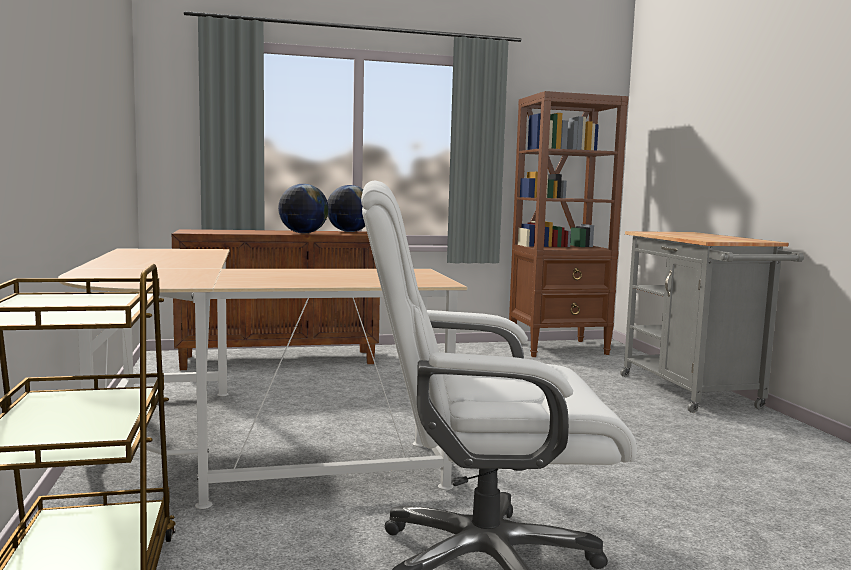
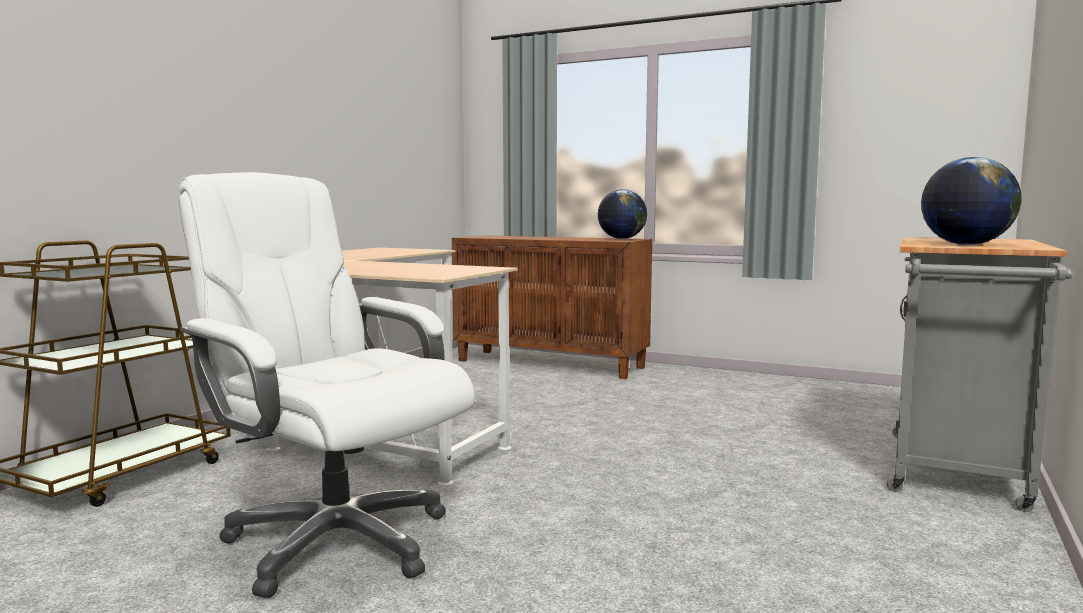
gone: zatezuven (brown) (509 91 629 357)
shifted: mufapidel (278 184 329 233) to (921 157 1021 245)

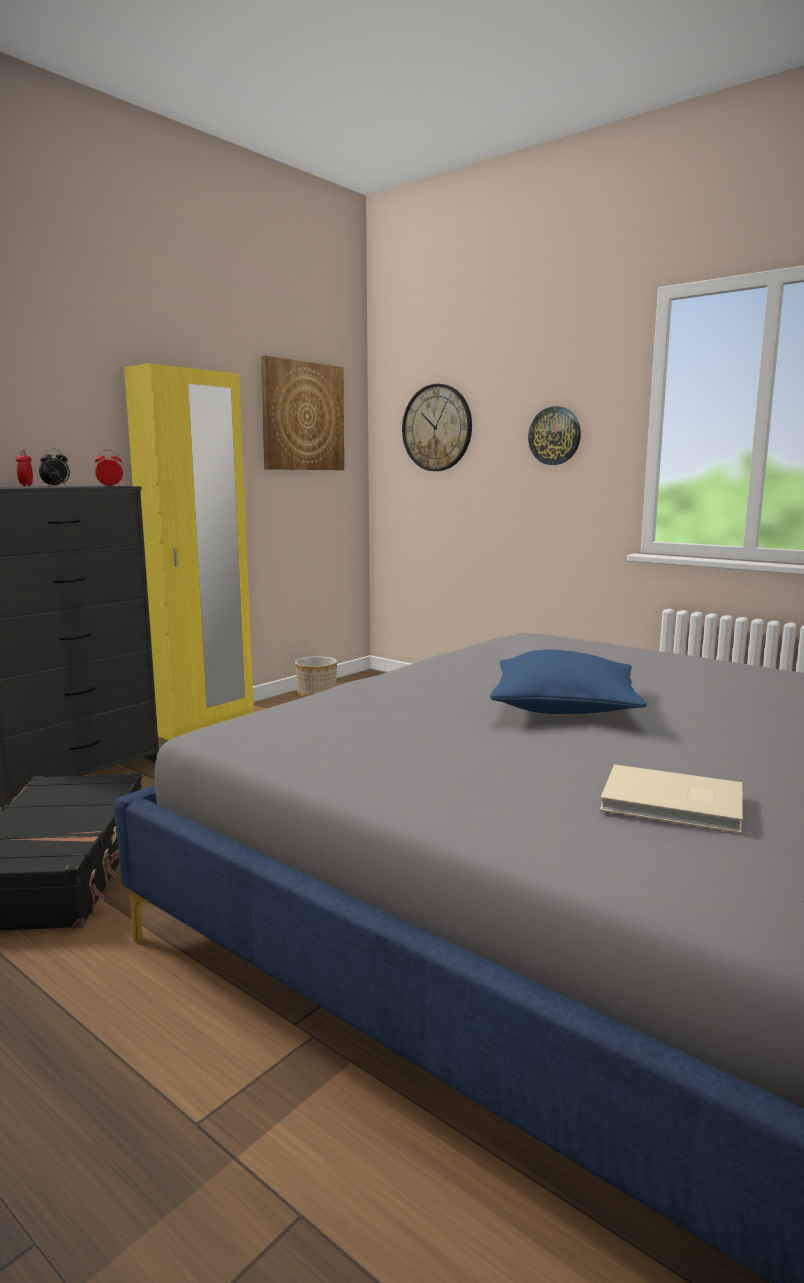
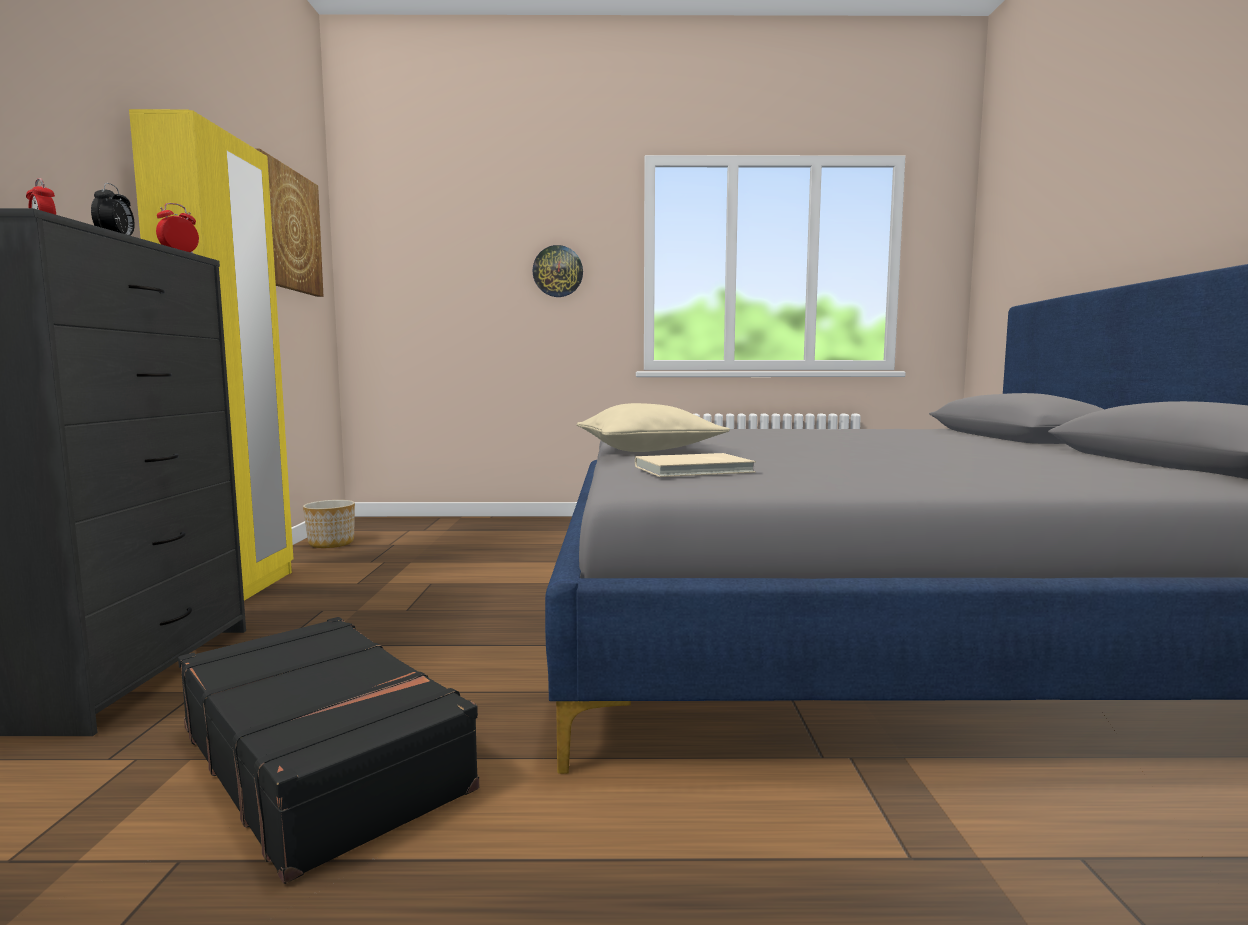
gone: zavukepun (402 384 472 471); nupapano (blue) (490 650 647 714)
new: nupapano (beige) (577 403 730 452)
shifted: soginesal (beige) (600 764 743 833) to (635 453 756 477)

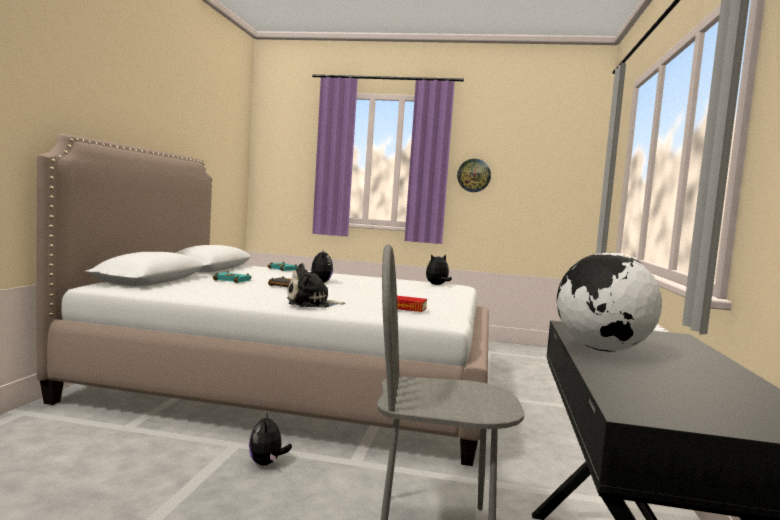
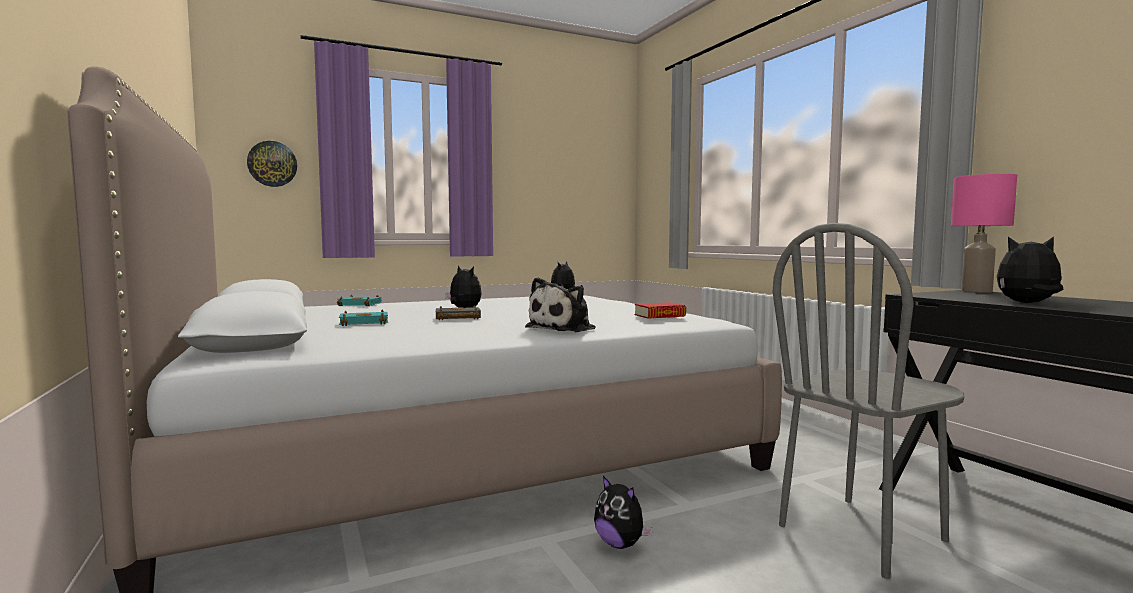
new: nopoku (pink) (951 174 1017 292)
shifted: zavukepun (457 159 491 192) to (247 141 297 187)
swapped: mufapidel (557 253 662 352) to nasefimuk (997 237 1064 303)

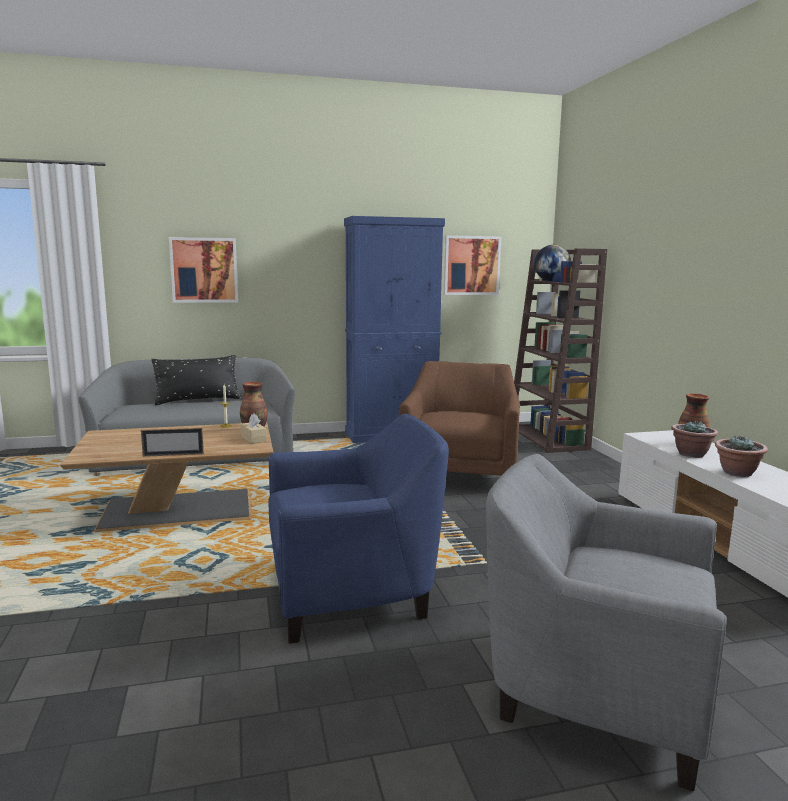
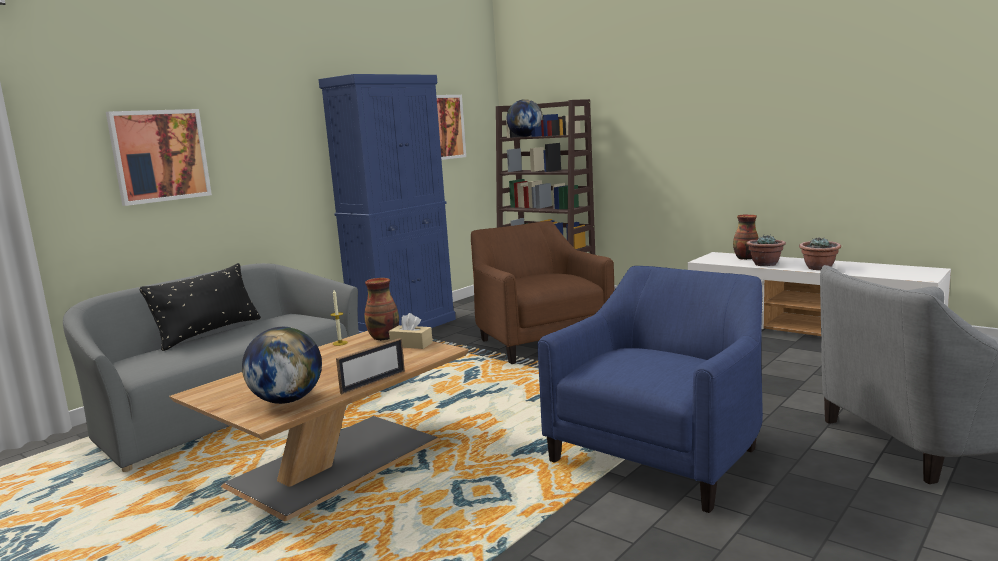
new: mufapidel (242 327 322 404)

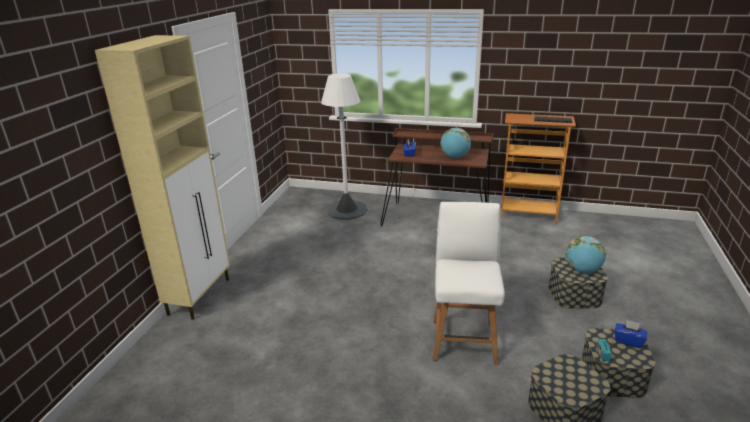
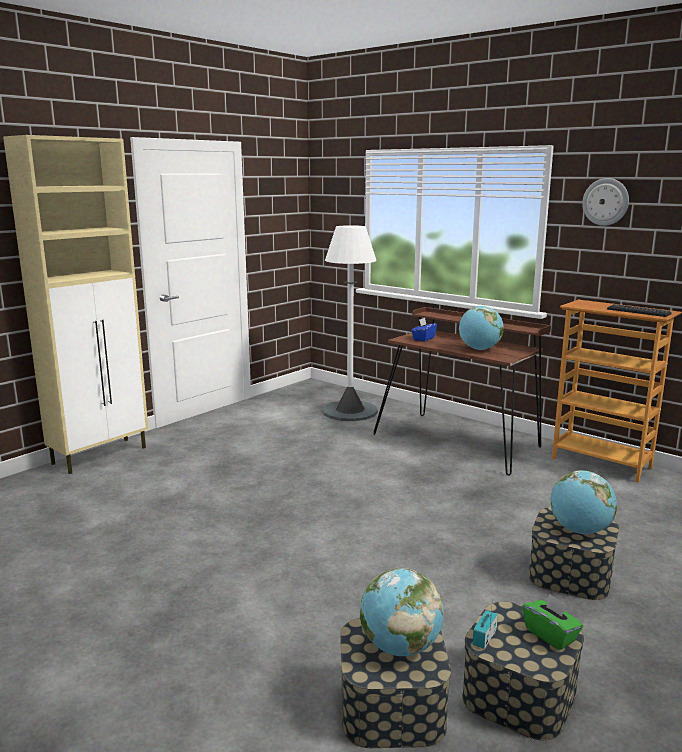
gone: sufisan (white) (433 202 505 365)
new: zavukepun (582 178 629 226); mufapidel (360 568 444 656)
repainted: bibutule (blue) (615 320 647 348) to bibutule (green) (523 593 583 650)

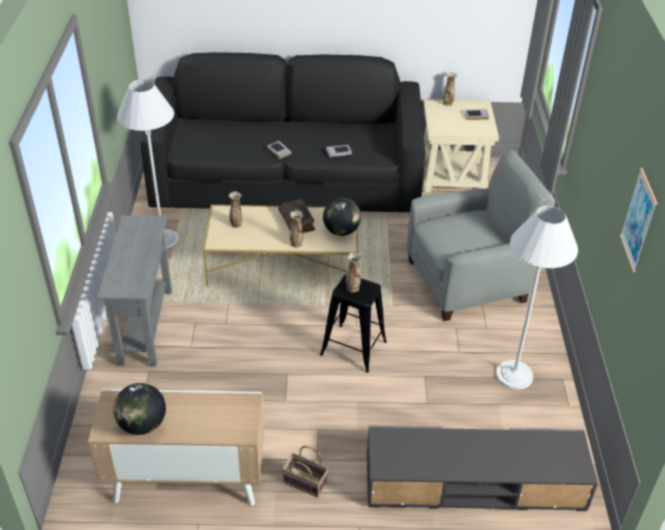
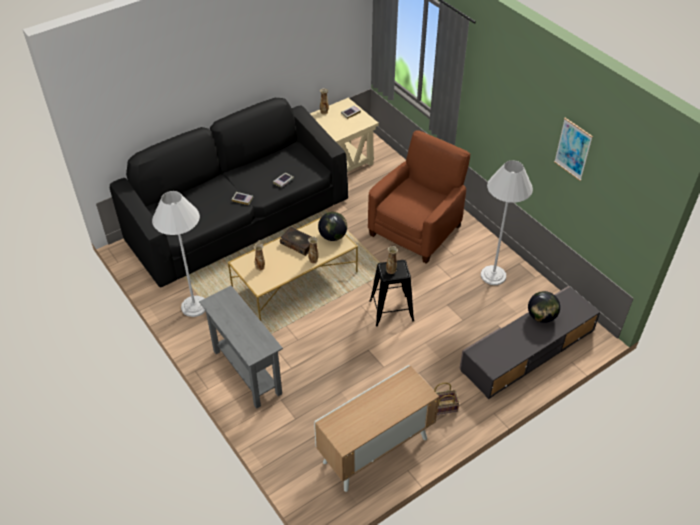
shifted: mufapidel (113 383 166 435) to (528 291 560 323)
repainted: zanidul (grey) (406 150 555 321) to zanidul (brown) (368 130 470 264)

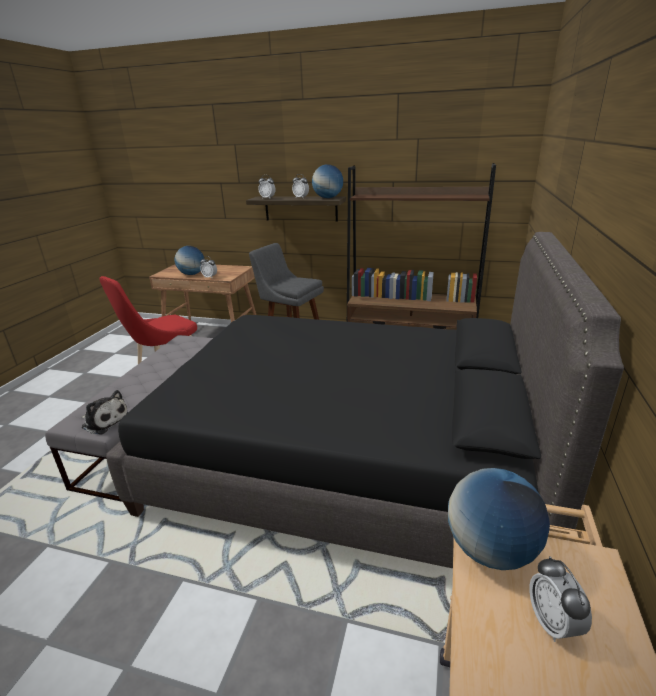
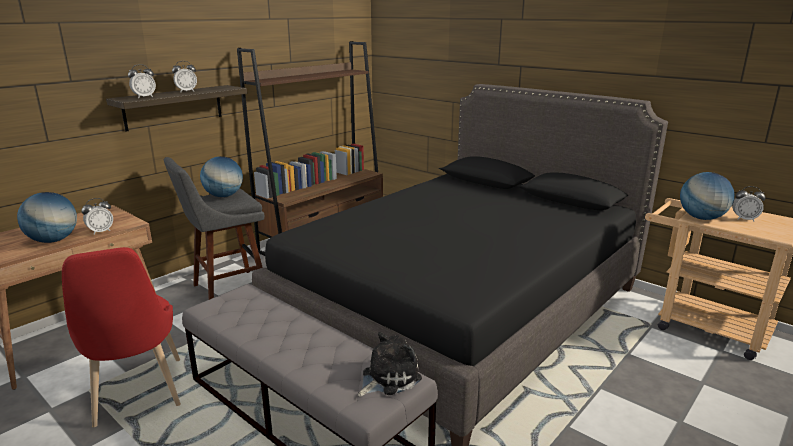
shifted: mufapidel (312 164 343 198) to (200 156 243 197)

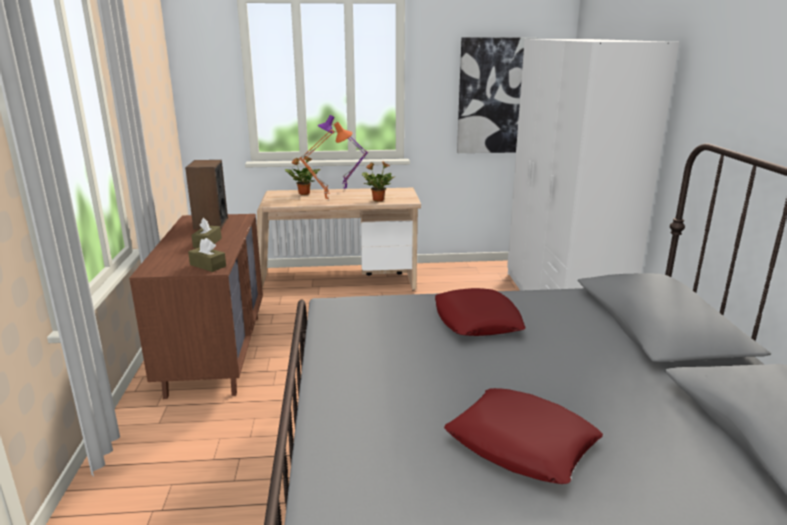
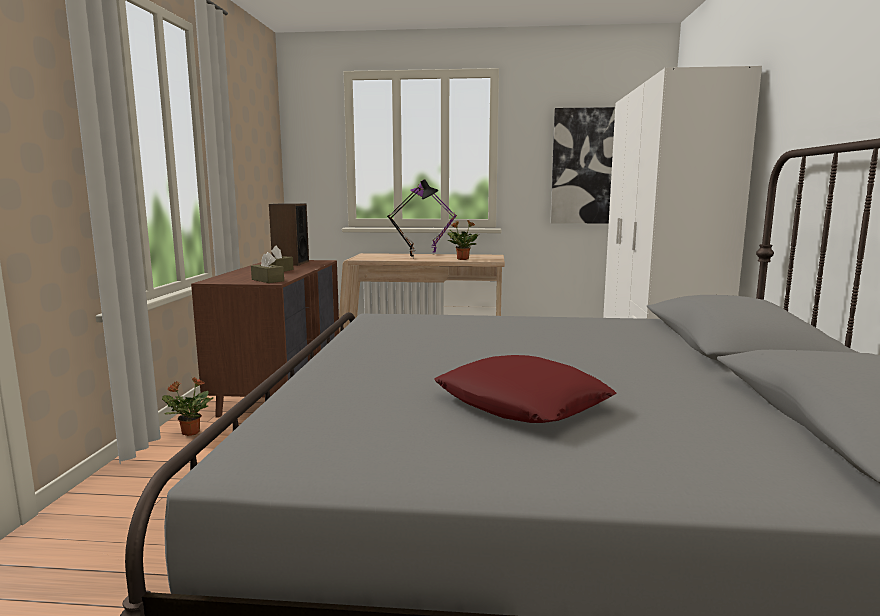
gone: nupapano (red) (435 288 526 336)
shifted: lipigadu (285 156 320 195) to (162 377 214 436)
repainted: nopoku (orange) (299 122 352 201) to nopoku (black) (387 179 438 257)

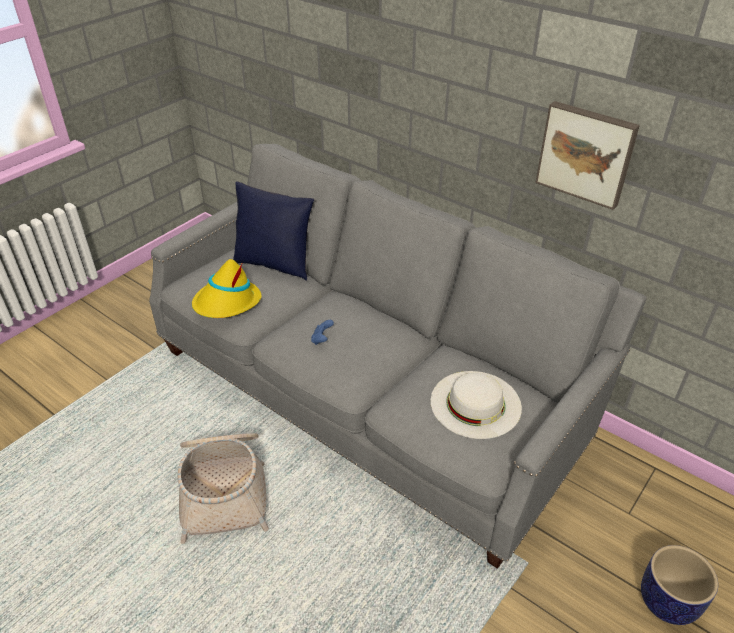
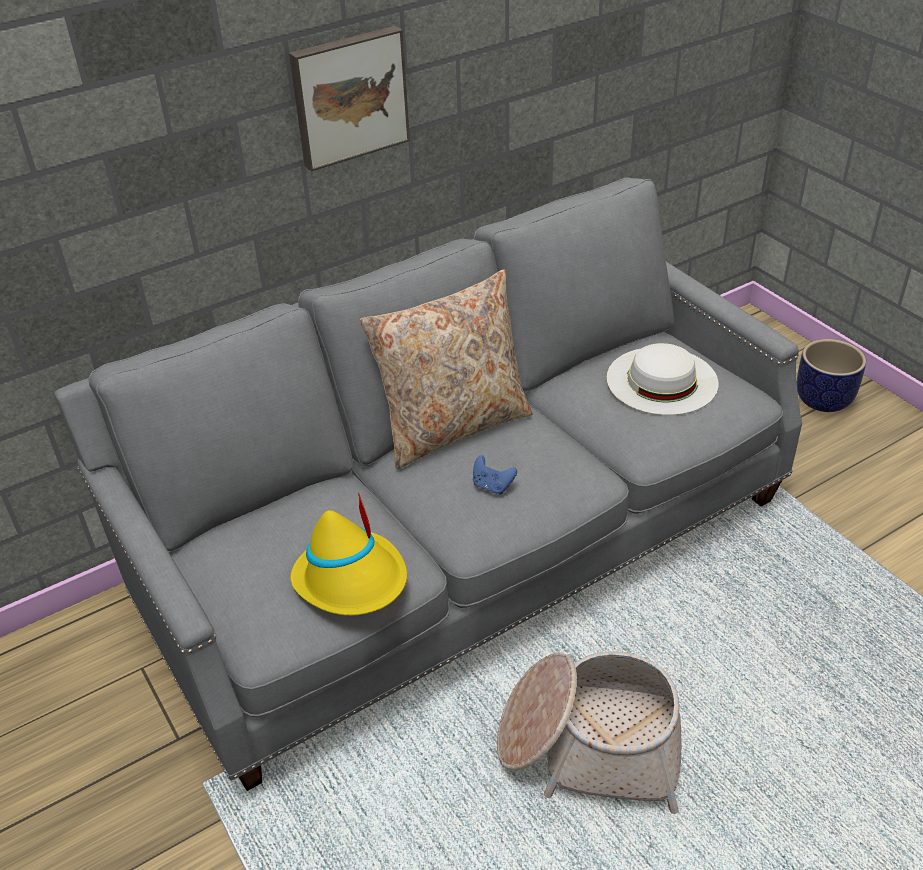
gone: nupapano (blue) (233 181 314 281)
new: nupapano (beige) (360 270 533 469)
shifted: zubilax (535 101 640 210) to (289 26 410 171)

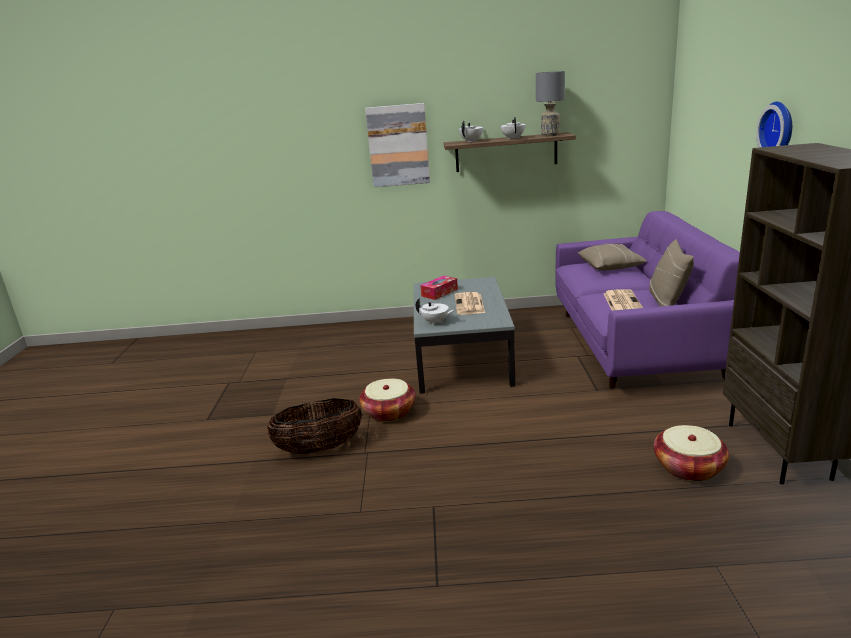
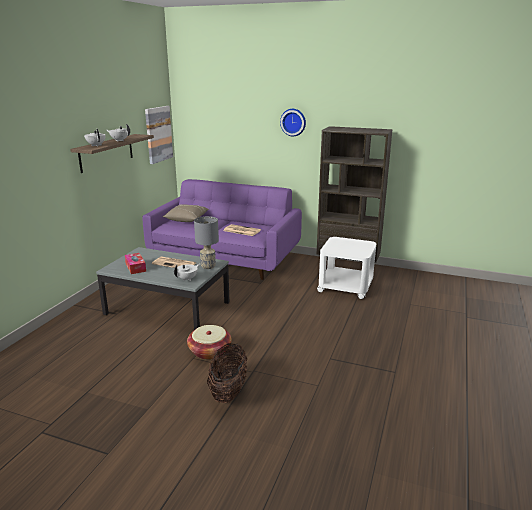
gone: nupapano (beige) (649 239 694 306)
shifted: nopoku (grey) (536 71 565 136) to (194 216 219 269); zubilax (365 103 430 187) to (145 106 173 164)
swapped: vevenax (654 425 729 482) to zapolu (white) (317 237 376 299)

